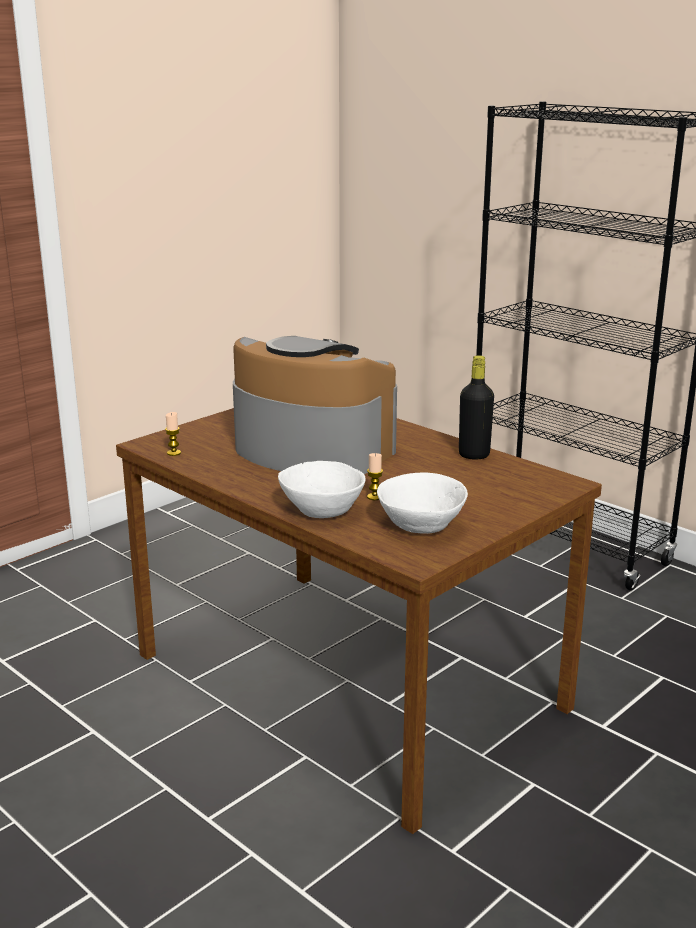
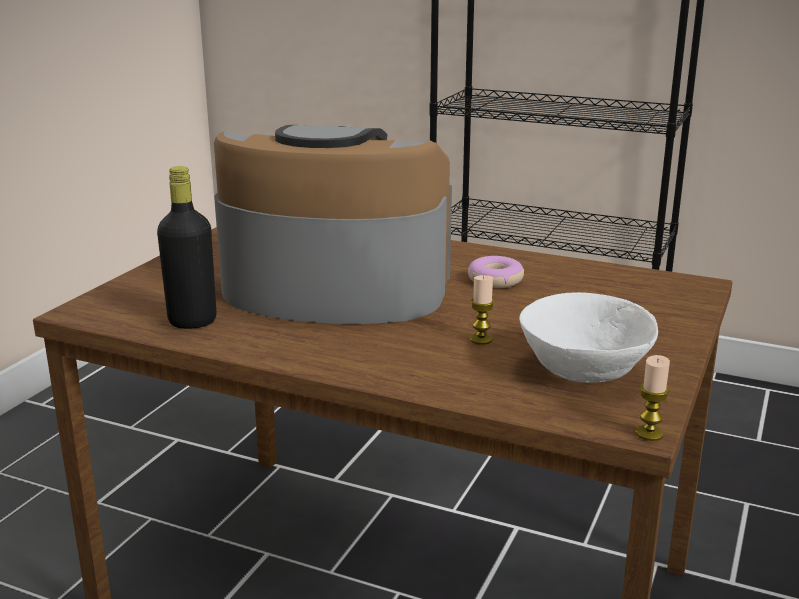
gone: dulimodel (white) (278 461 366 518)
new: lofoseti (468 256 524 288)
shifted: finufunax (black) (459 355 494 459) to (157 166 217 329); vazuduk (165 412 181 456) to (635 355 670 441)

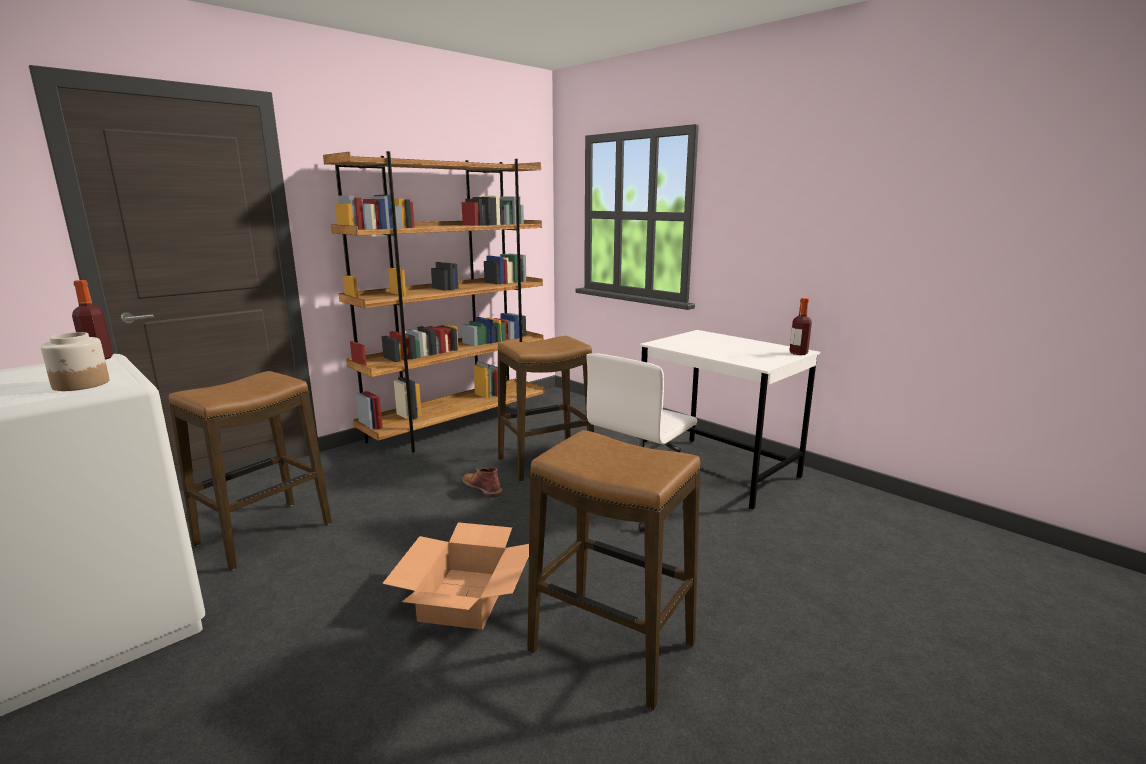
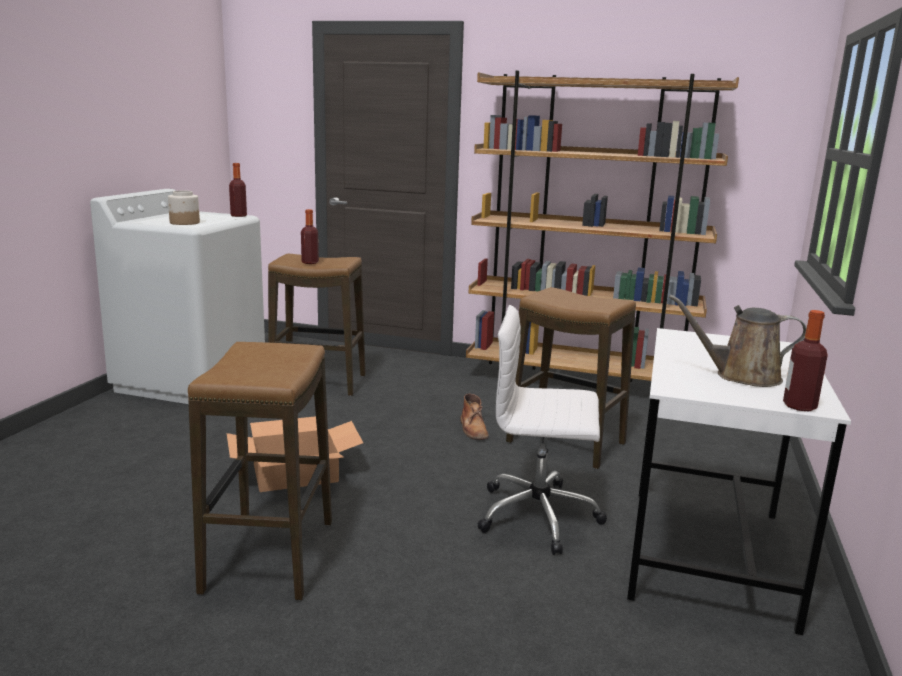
new: finufunax (301 209 319 264); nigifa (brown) (669 295 807 387)
rotated: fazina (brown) (462 468 502 498) = (460 393 489 440) 150 degrees clockwise

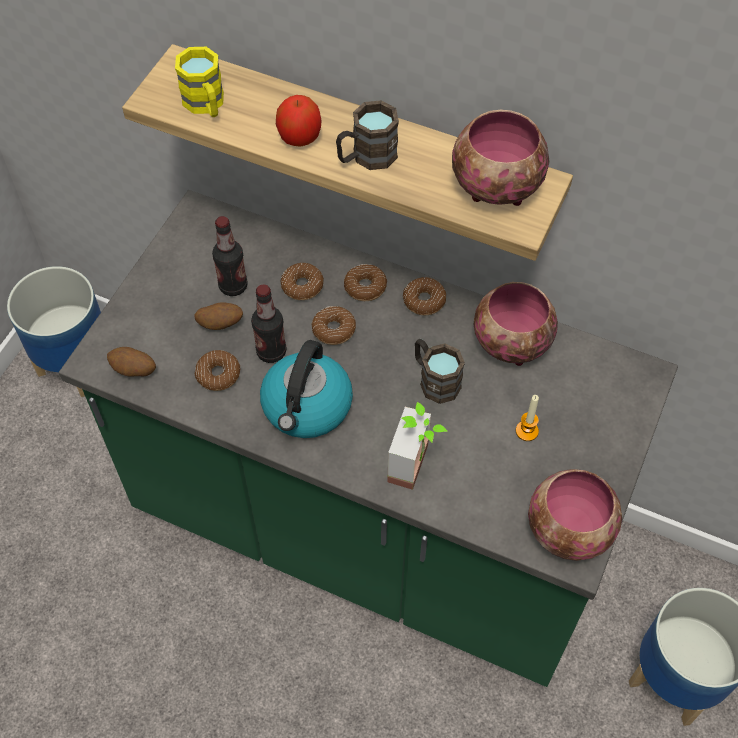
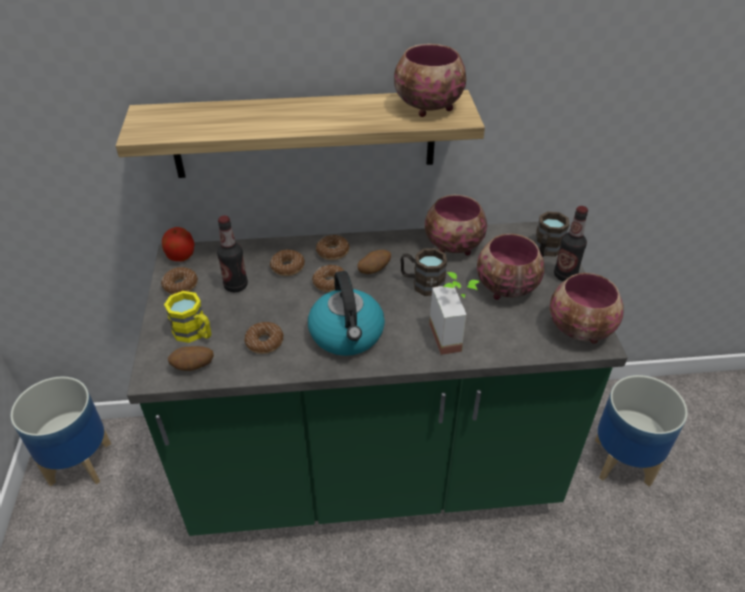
shifted: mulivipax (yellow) (175 47 224 117) to (164 291 211 343); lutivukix (276 95 322 147) to (162 227 195 262); mulivipax (brown) (336 100 399 170) to (534 211 570 257); lofoseti (403 277 446 315) to (161 267 198 295); finufunax (251 285 286 363) to (554 206 588 281); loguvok (194 302 243 330) to (358 250 391 274)
swapped: vazuduk (516 395 539 441) to dulimodel (477 234 544 300)

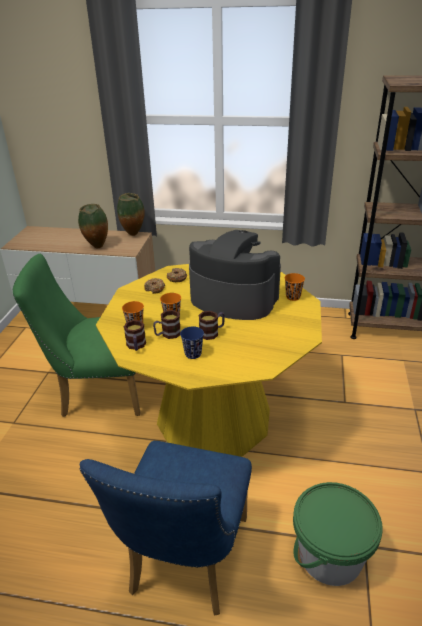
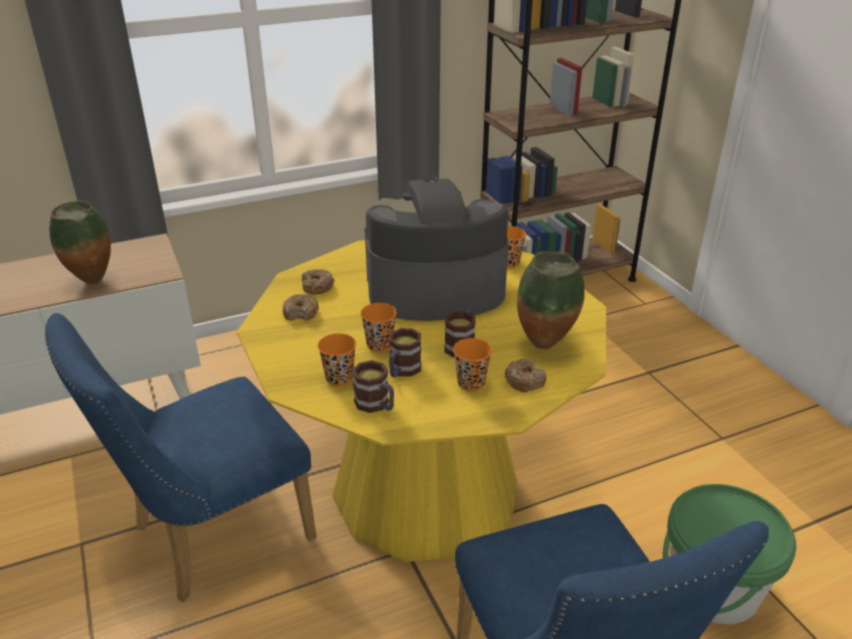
new: lofoseti (505 358 546 392)
shifted: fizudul (117 193 145 236) to (517 251 585 349)
repainted: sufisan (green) (13 254 141 417) to sufisan (blue) (45 313 317 602); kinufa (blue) (180 326 204 359) to kinufa (orange) (453 338 492 392)

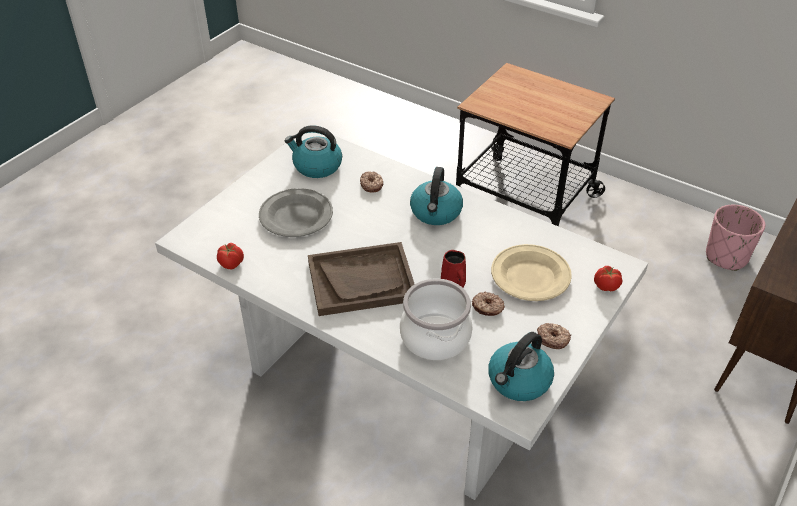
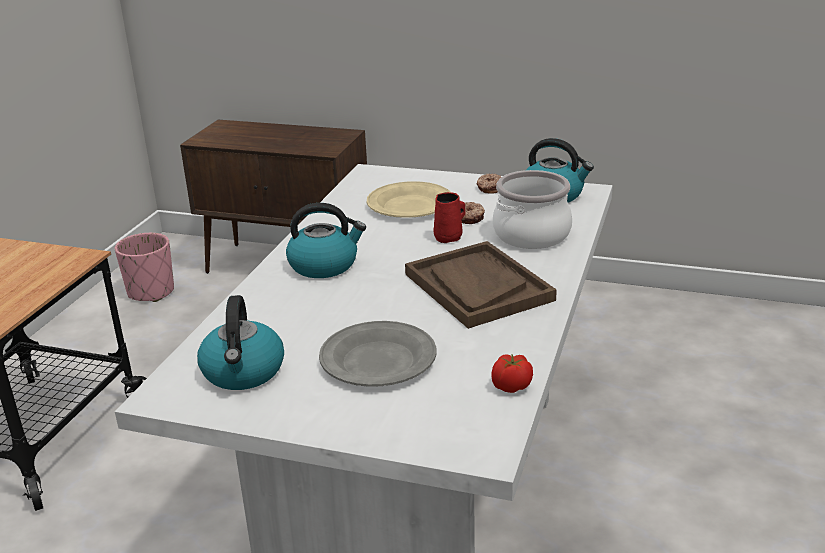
gone: lofoseti (360 171 384 193); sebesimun (594 266 623 291)

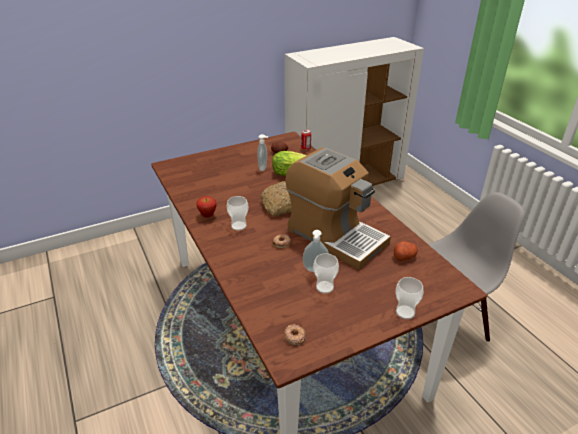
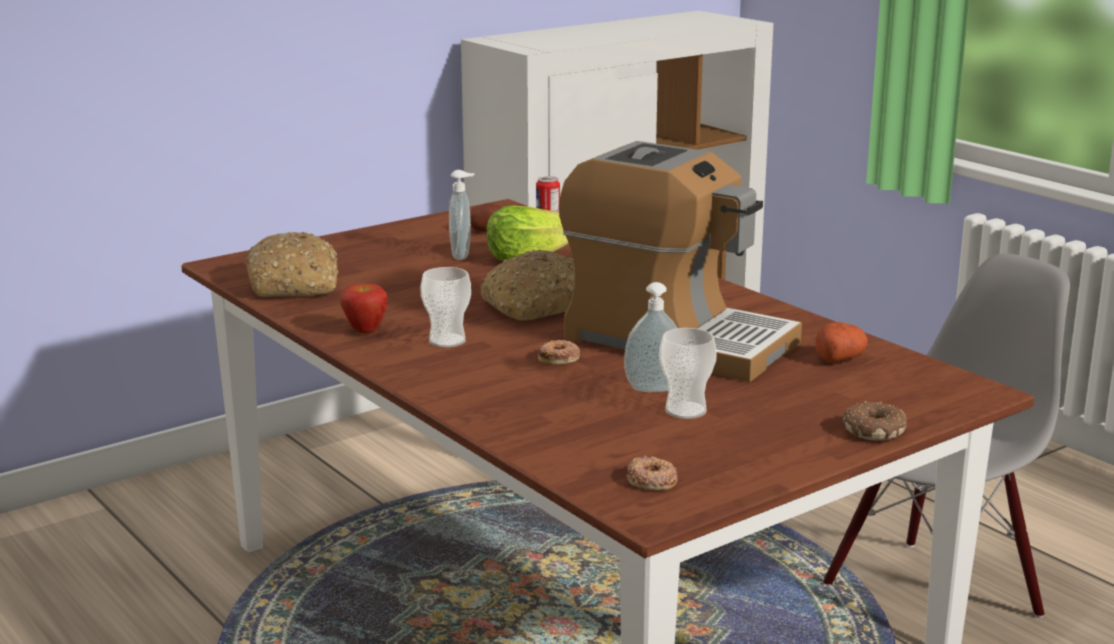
new: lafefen (246 232 338 297)
swapped: kinufa (395 277 424 319) to lofoseti (843 401 908 441)

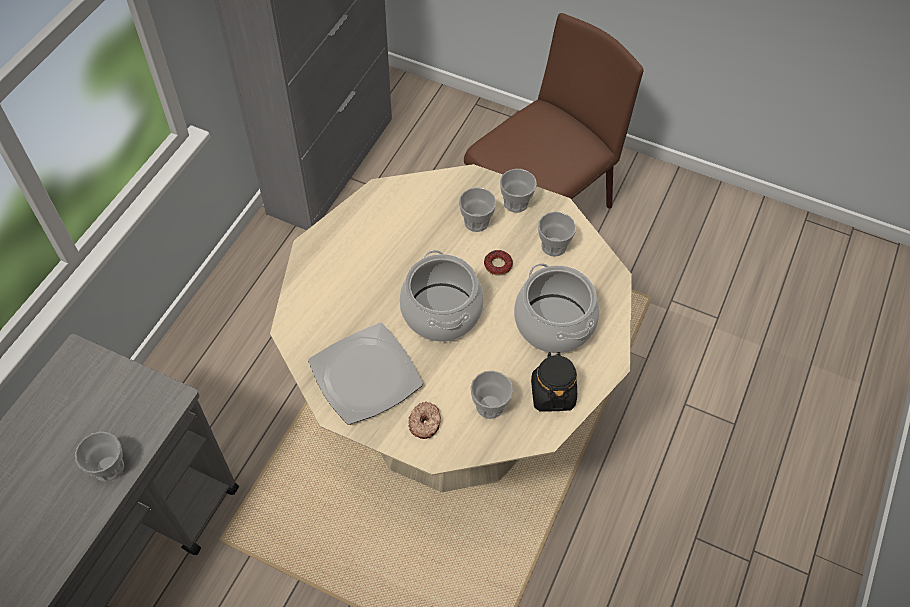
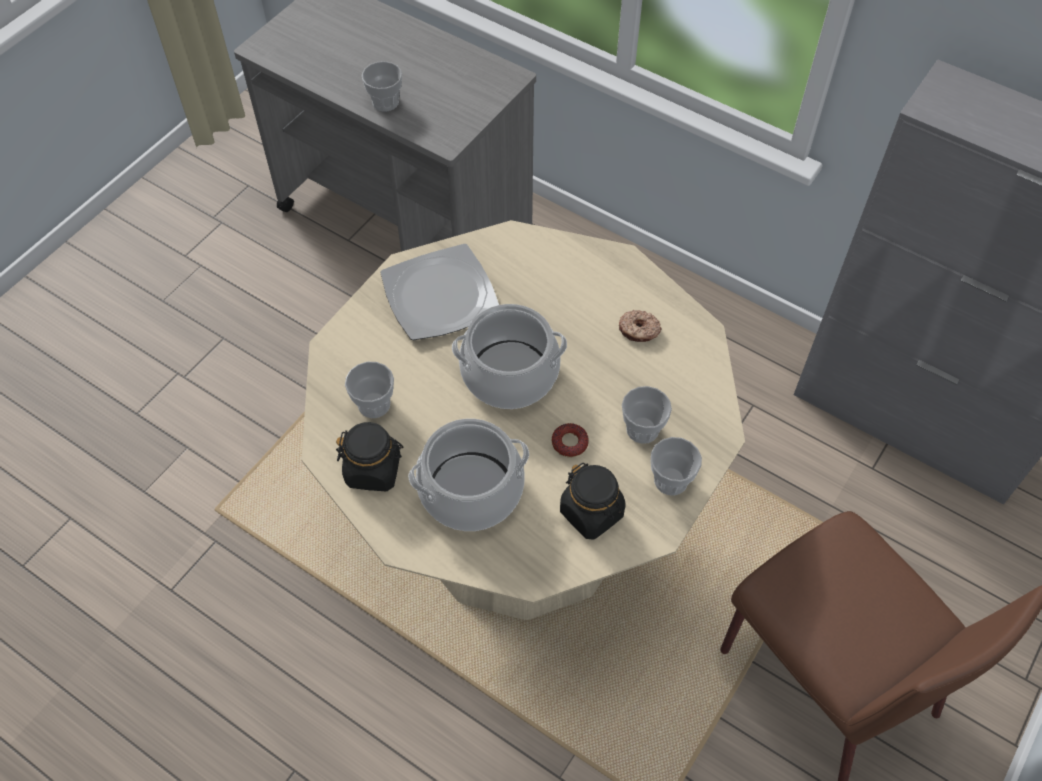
shifted: lofoseti (408 402 441 439) to (619 310 662 342)
swapped: kinufa (538 212 576 257) to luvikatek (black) (560 462 625 540)

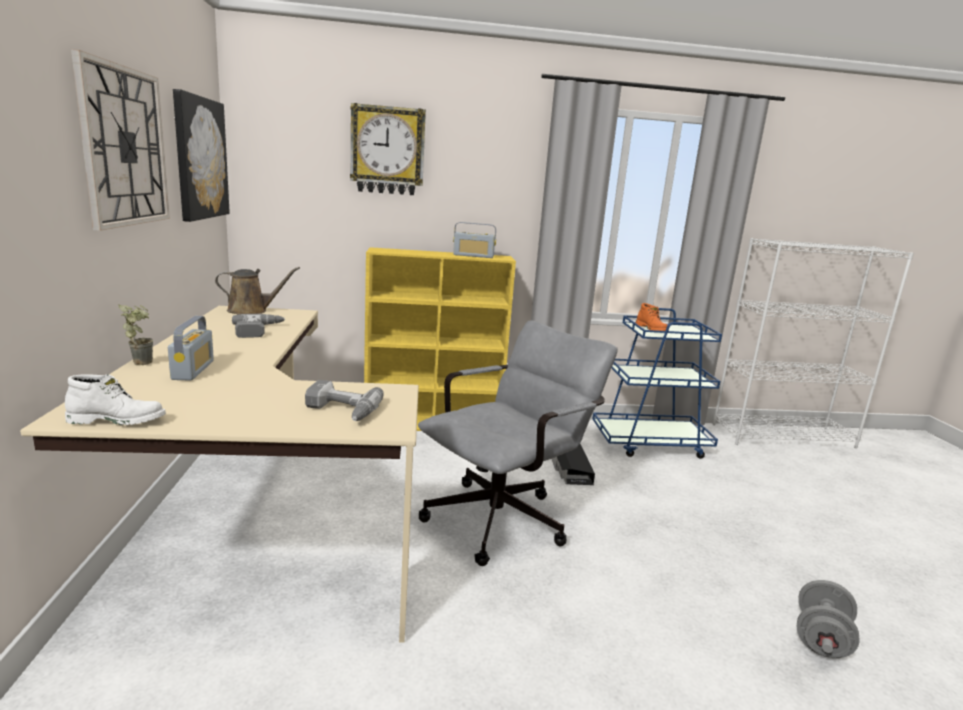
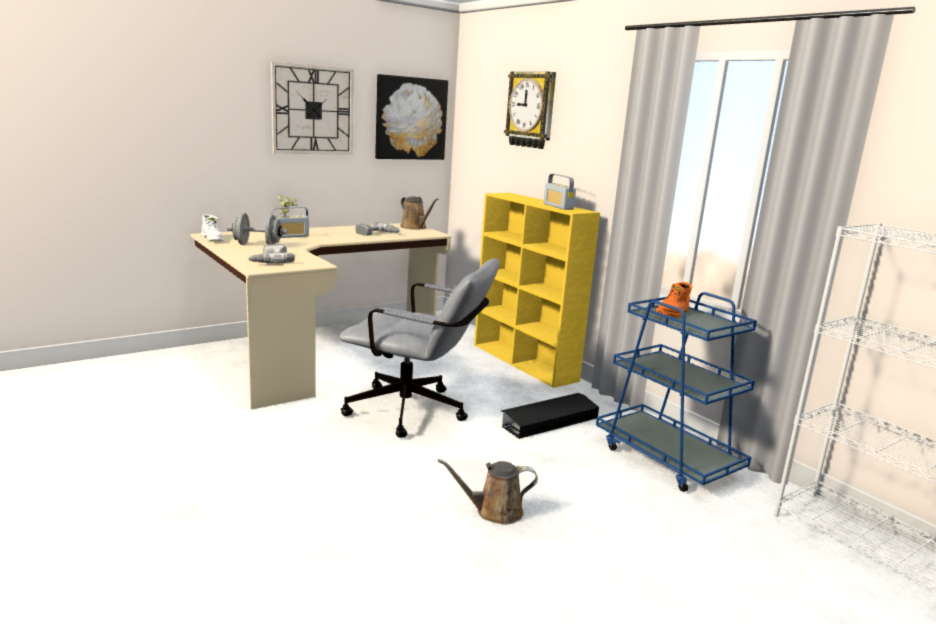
new: nigifa (brown) (438 459 538 525)
shifted: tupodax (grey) (797 580 860 658) to (227 213 287 245)

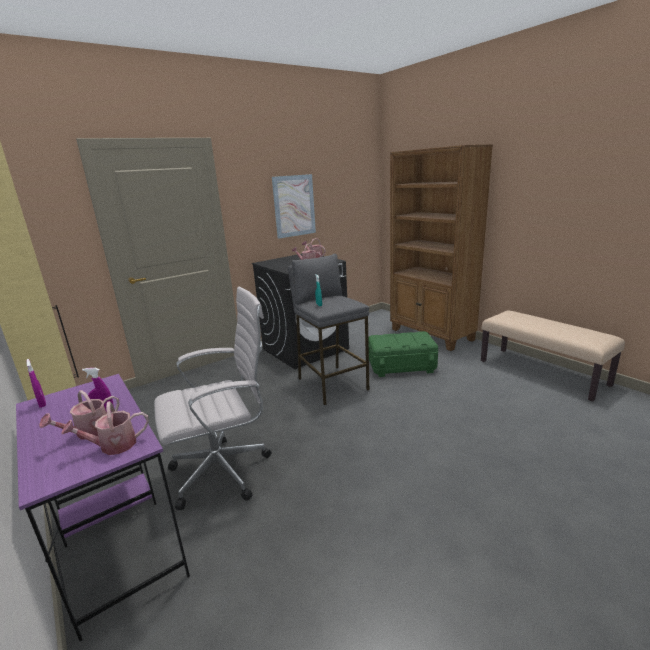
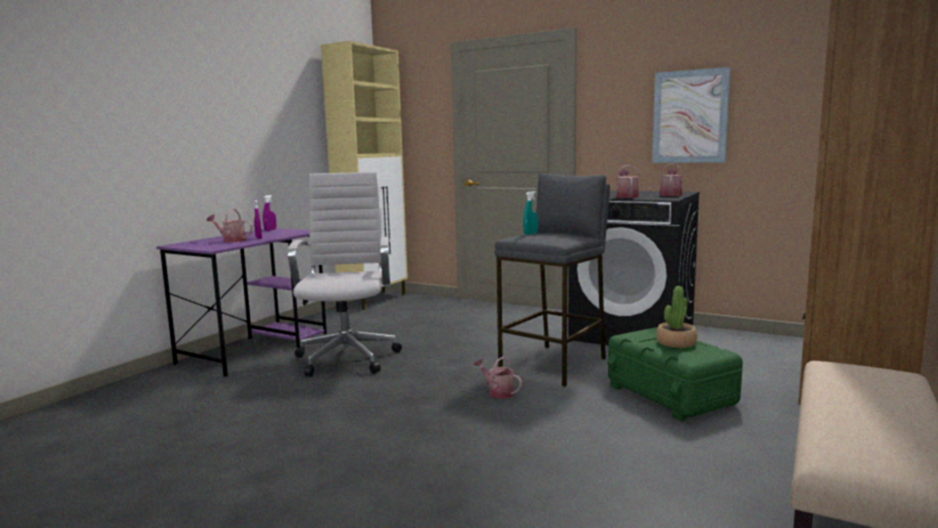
new: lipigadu (656 286 697 348)
shifted: nigifa (61 401 149 455) to (473 357 522 399)
rotated: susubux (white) (154 286 271 510) = (288 172 402 377) 135 degrees counterclockwise

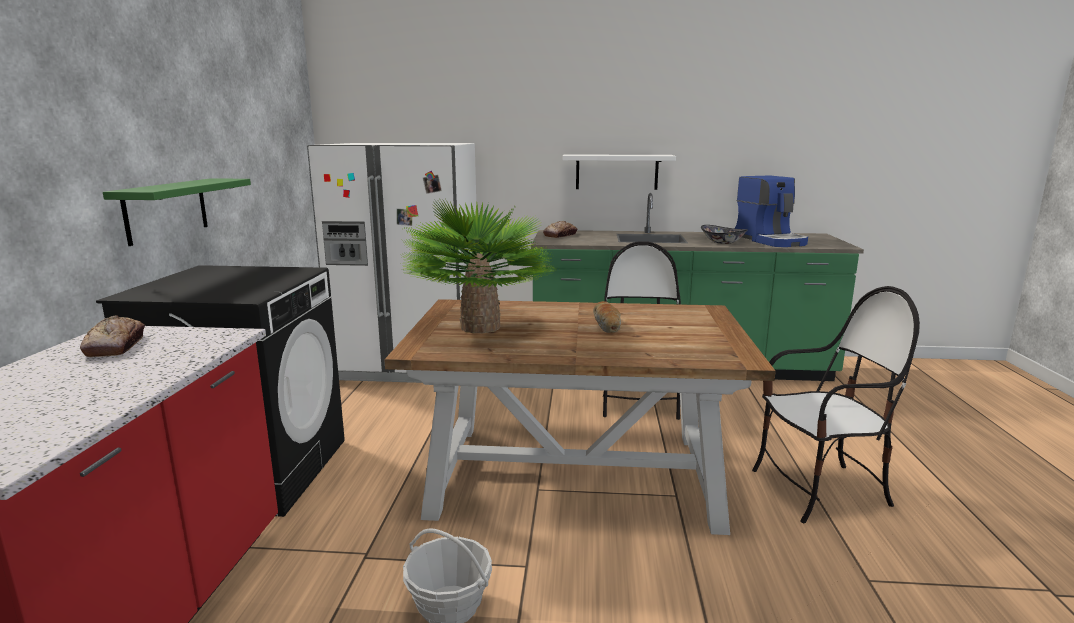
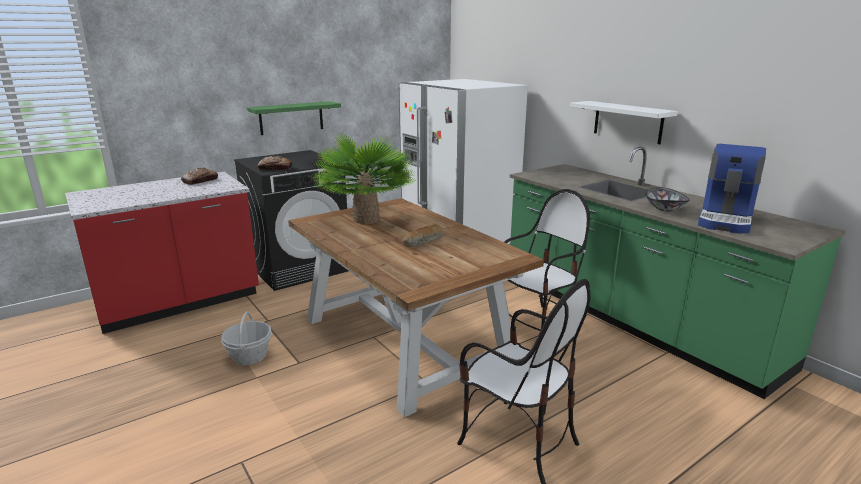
shifted: lafefen (543 221 577 238) to (257 156 292 170)

